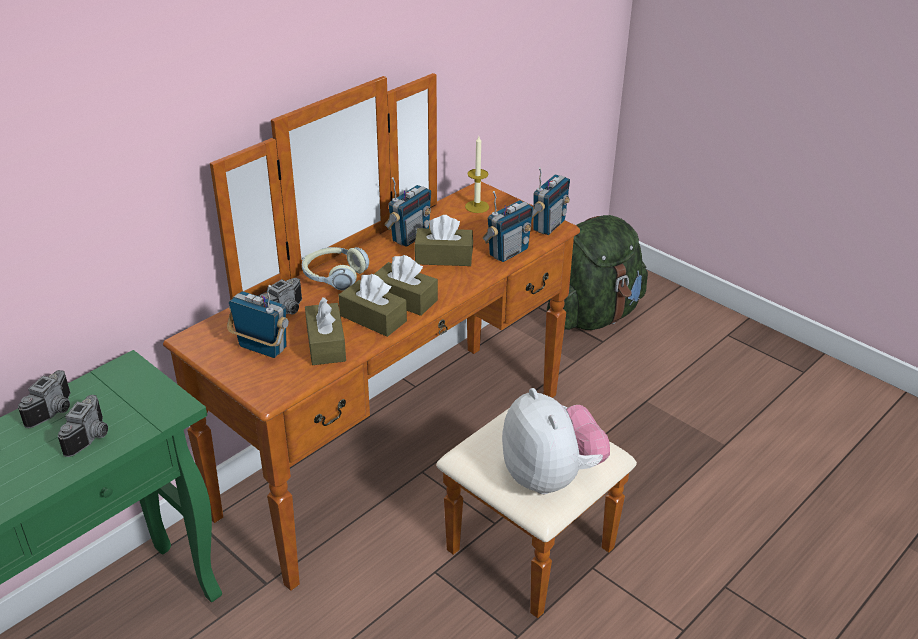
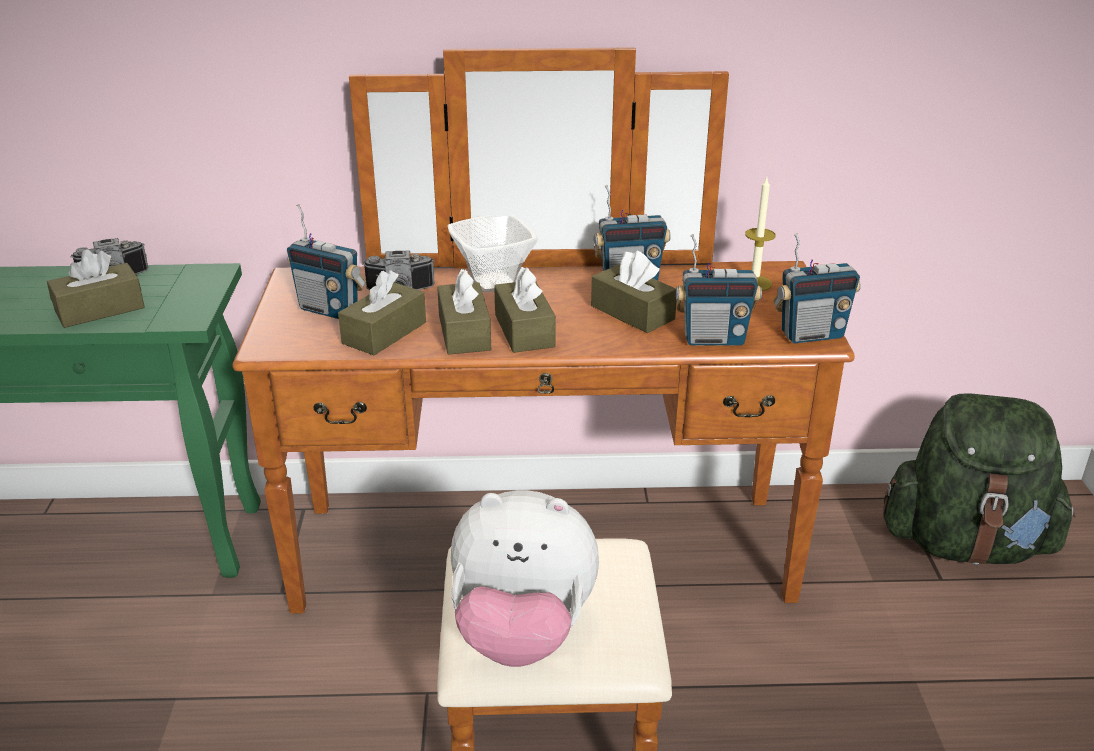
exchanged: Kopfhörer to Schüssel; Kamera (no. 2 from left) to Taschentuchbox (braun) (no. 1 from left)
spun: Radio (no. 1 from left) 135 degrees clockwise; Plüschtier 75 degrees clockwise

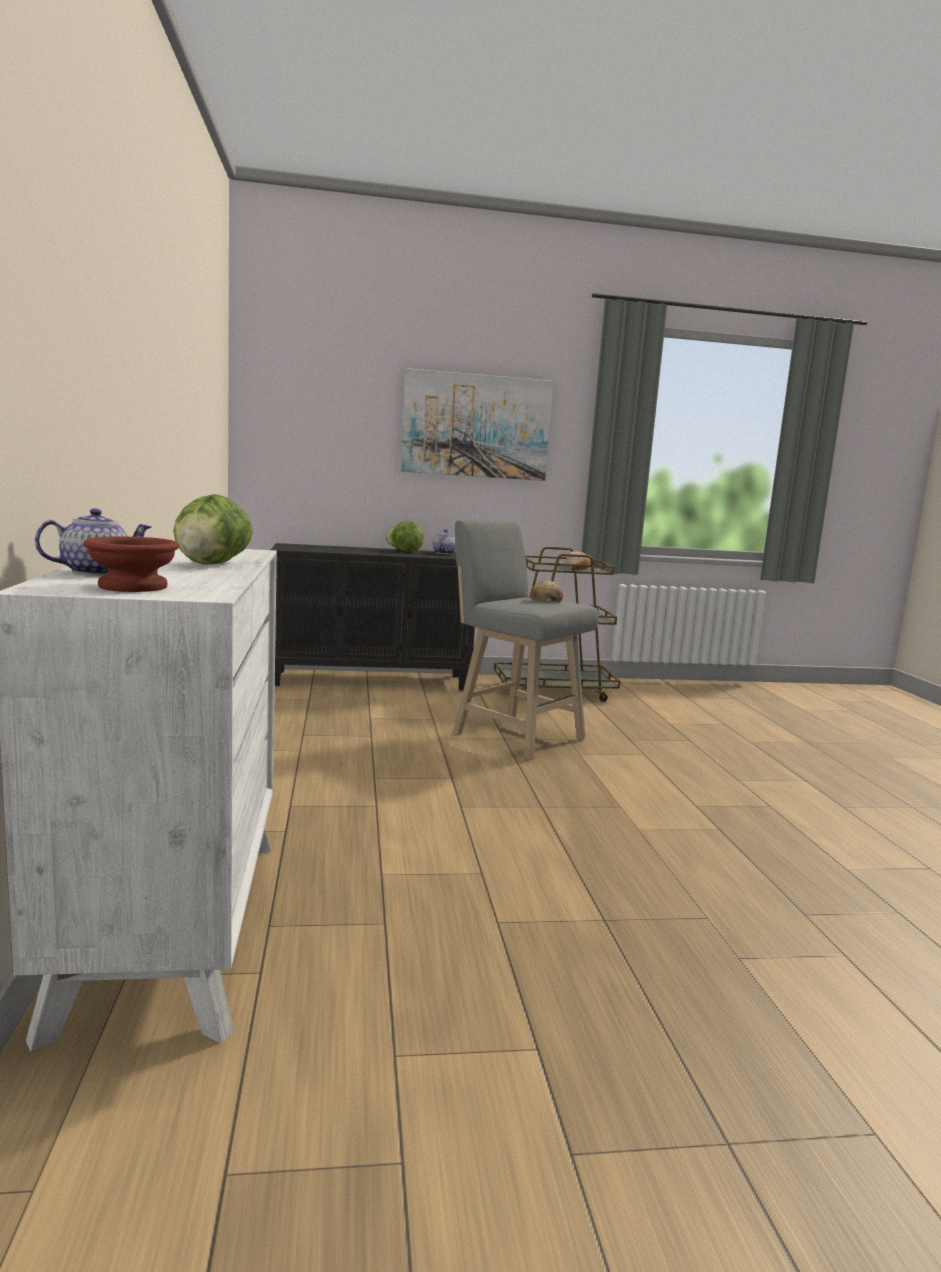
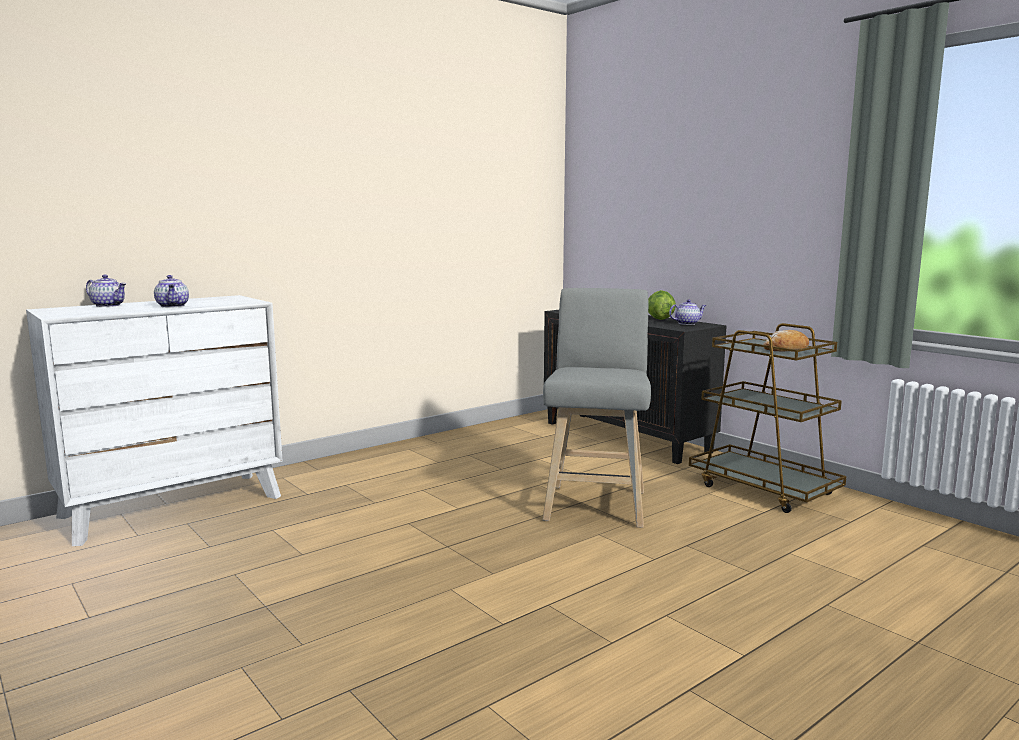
missing: Bild; Schüssel (braun); Brot (no. 1 from left)
exchanged: Salatkopf (no. 1 from left) to Teekanne (no. 2 from left)

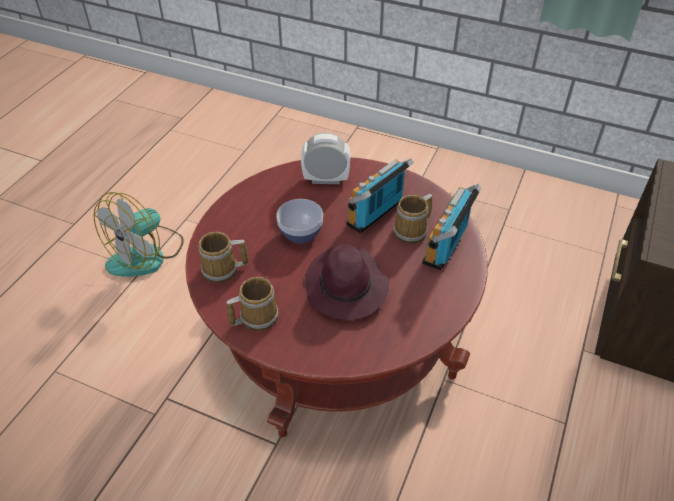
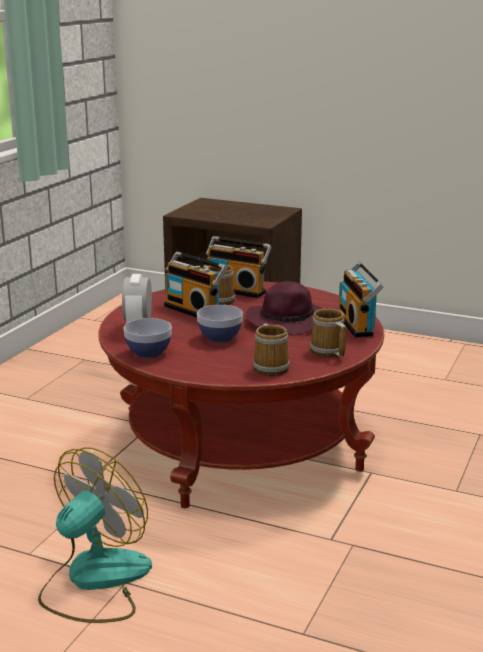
appeared: Radio (no. 3 from left); Schüssel (no. 1 from left)
spun: Ventilator 90 degrees counterclockwise

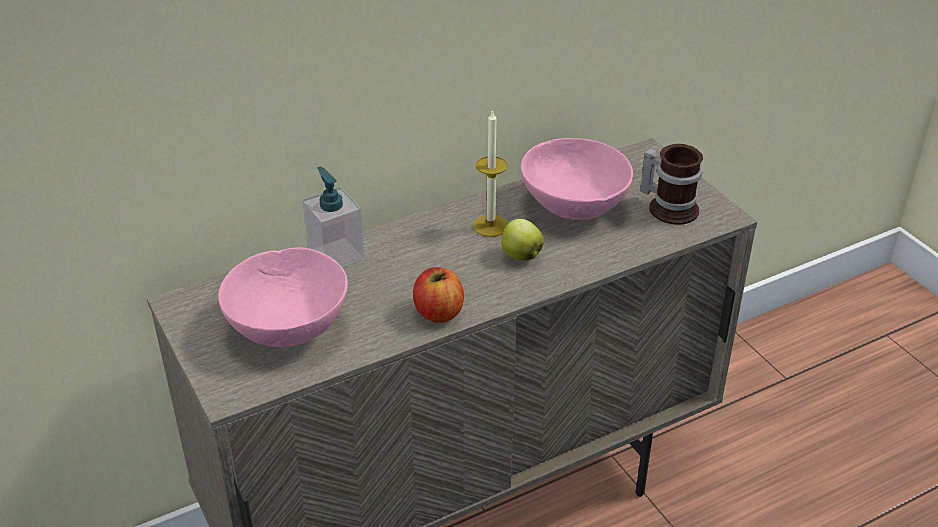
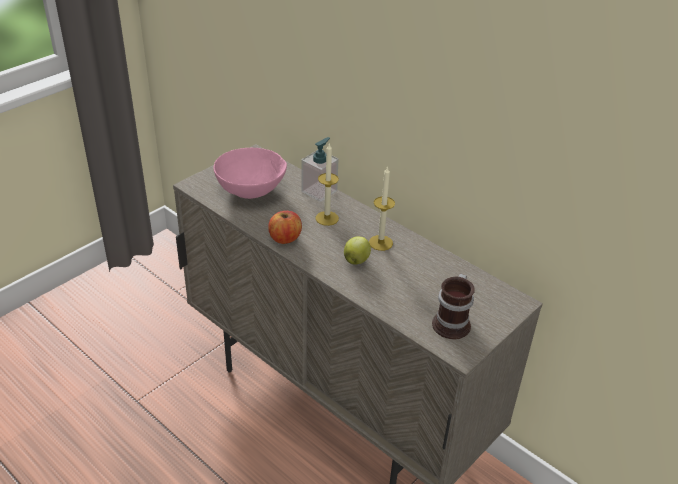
missing: Schüssel (rosa) (no. 2 from left)
appeared: Kerze (no. 1 from left)

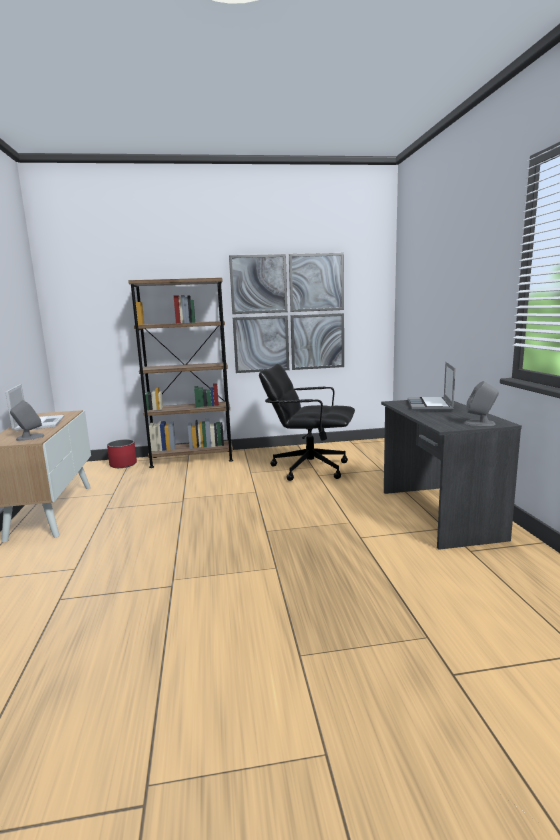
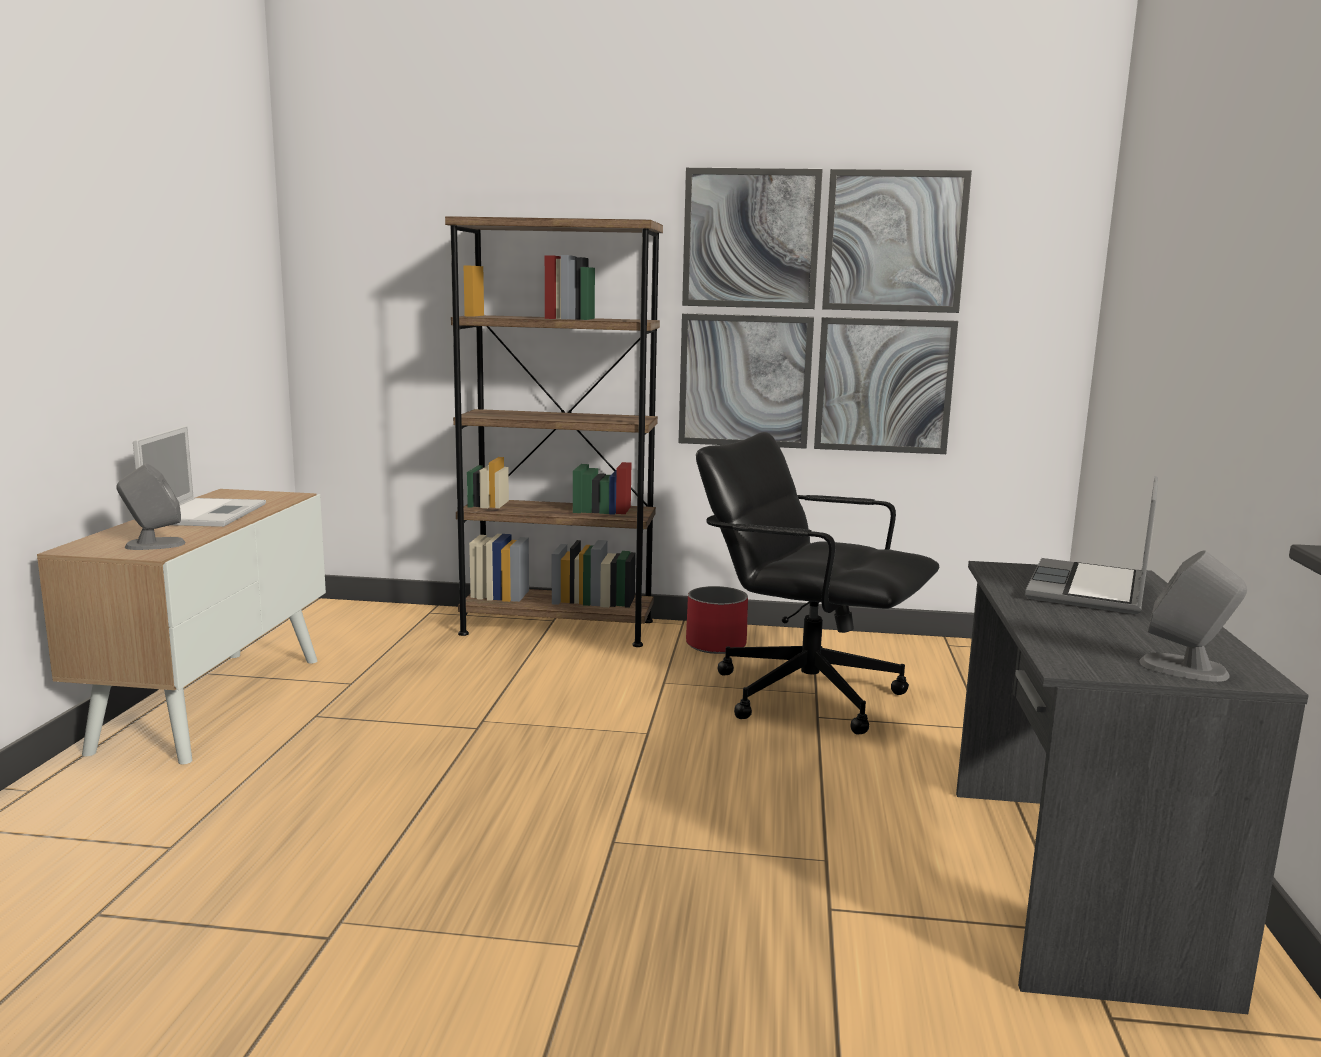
relocated: Pflanzkübel (rot)

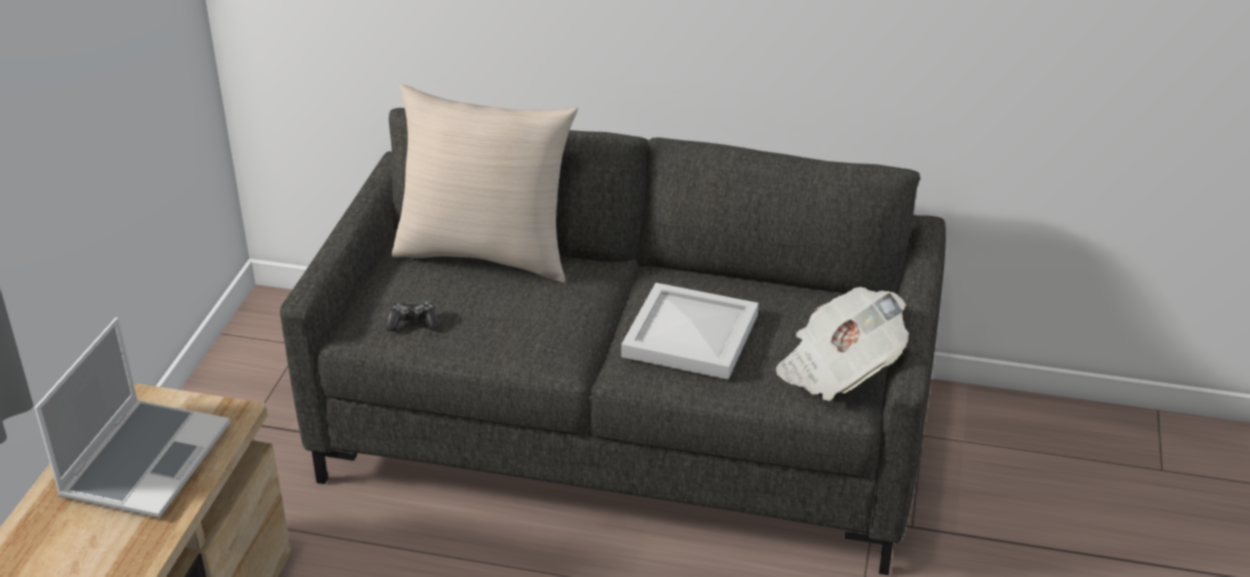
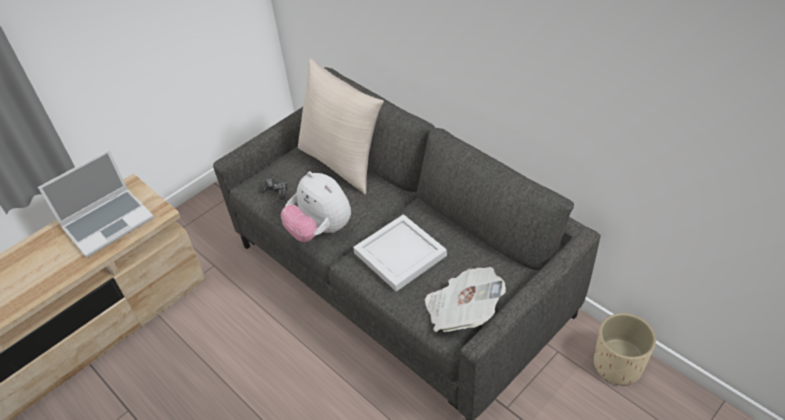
appeared: Plüschtier; Pflanzkübel (beige)

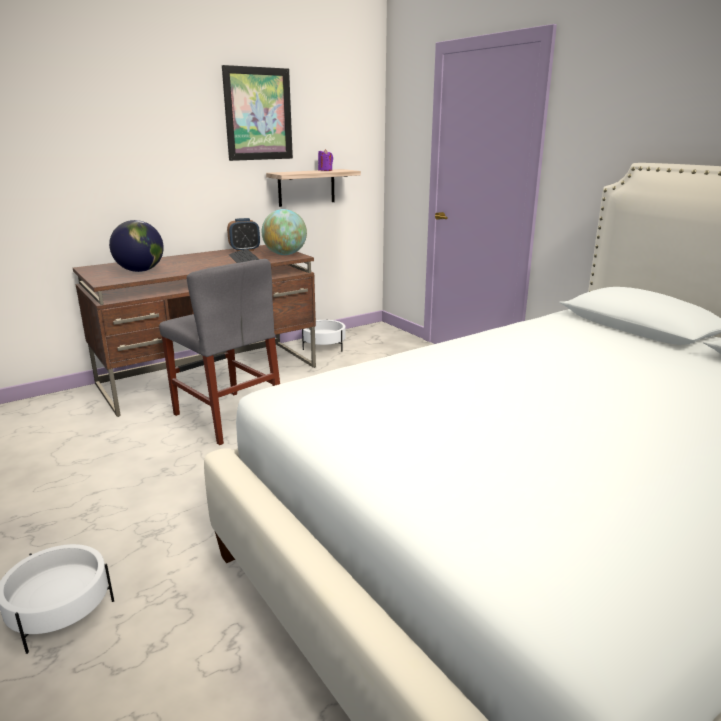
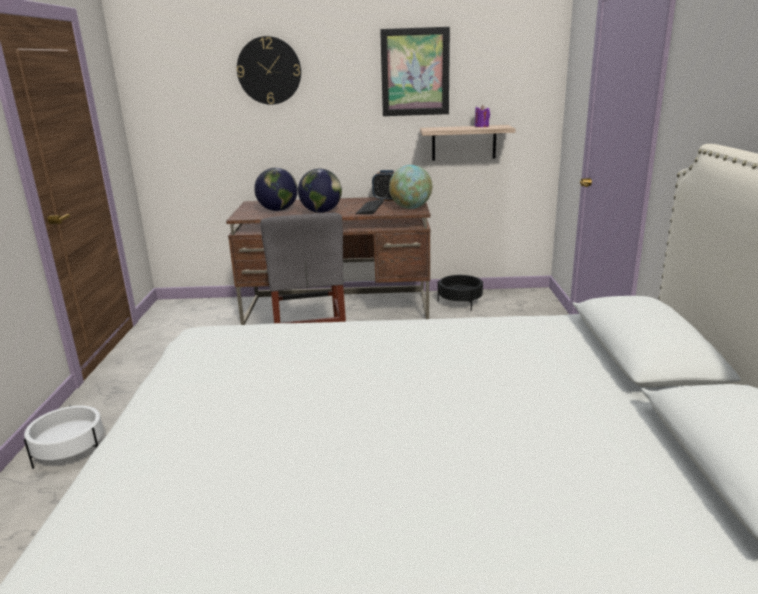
appeared: Wanduhr; Globus (no. 2 from left)
colour: Pflanzkübel (weiß) (no. 2 from left) to Pflanzkübel (schwarz)

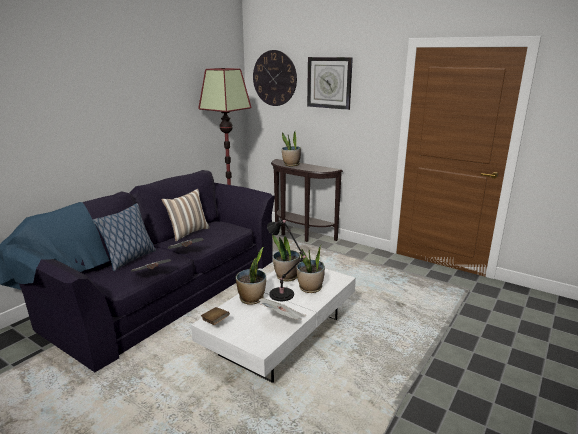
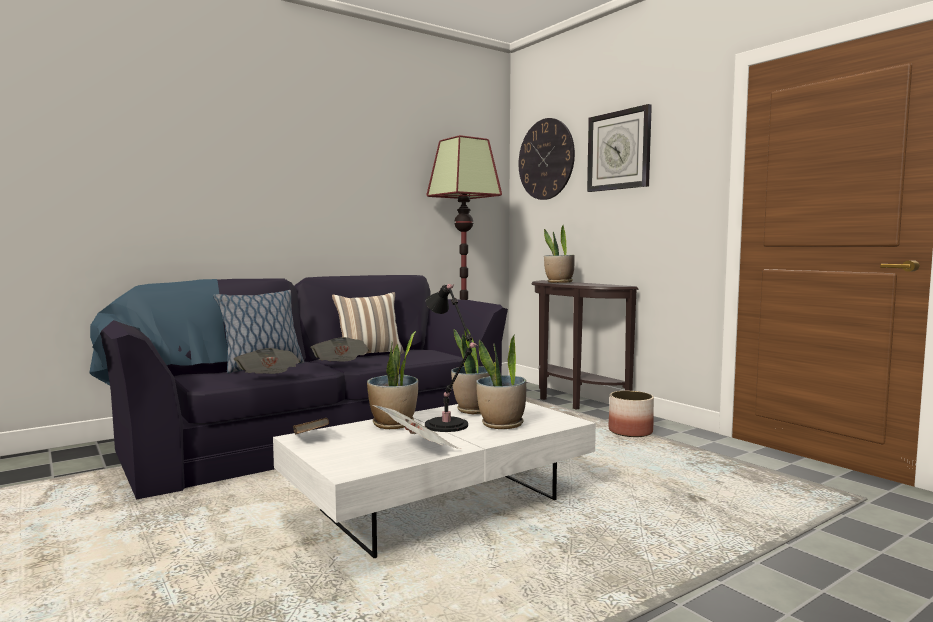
appeared: Pflanzkübel

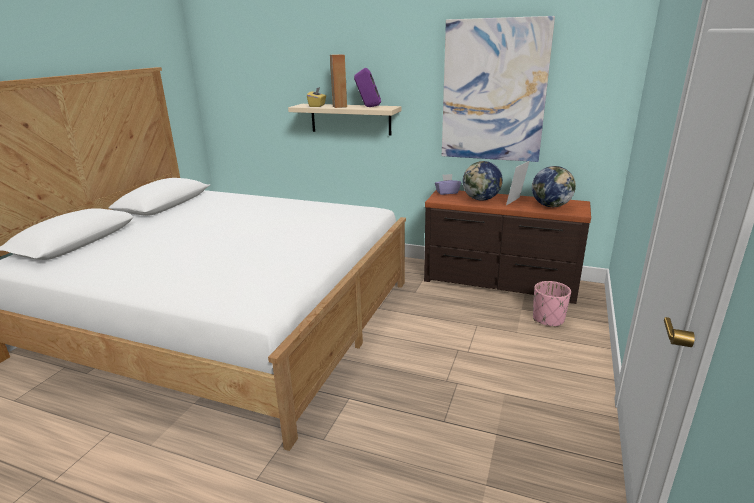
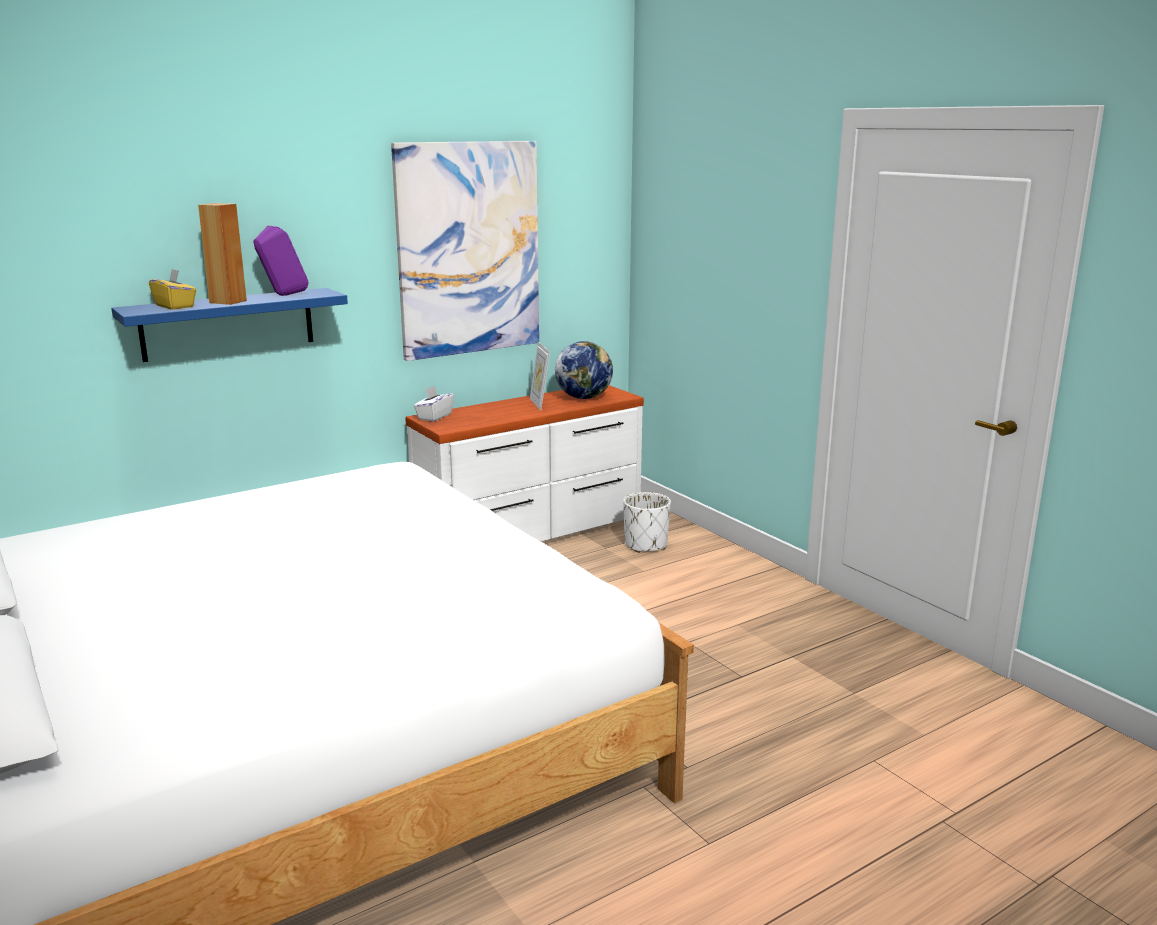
missing: Globus (no. 1 from left)
colour: Wandregal (beige) to Wandregal (blau); Taschentuchbox (lila) to Taschentuchbox (weiß); Kommode (braun) to Kommode (weiß); Pflanzkübel (rosa) to Pflanzkübel (weiß)

